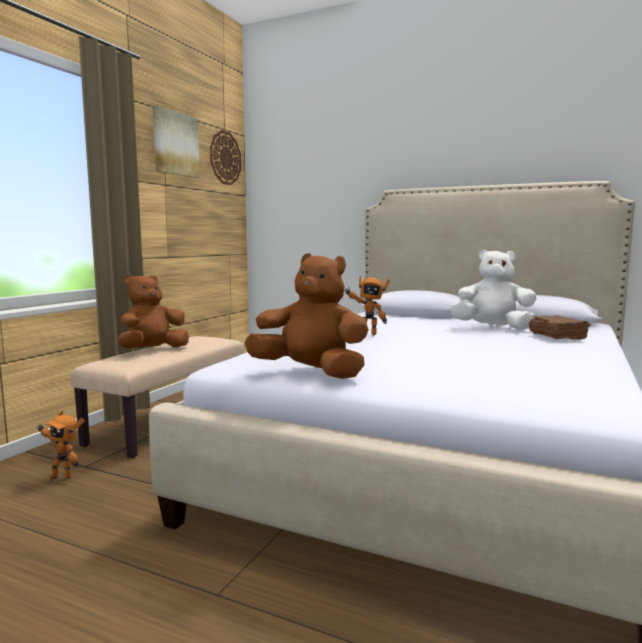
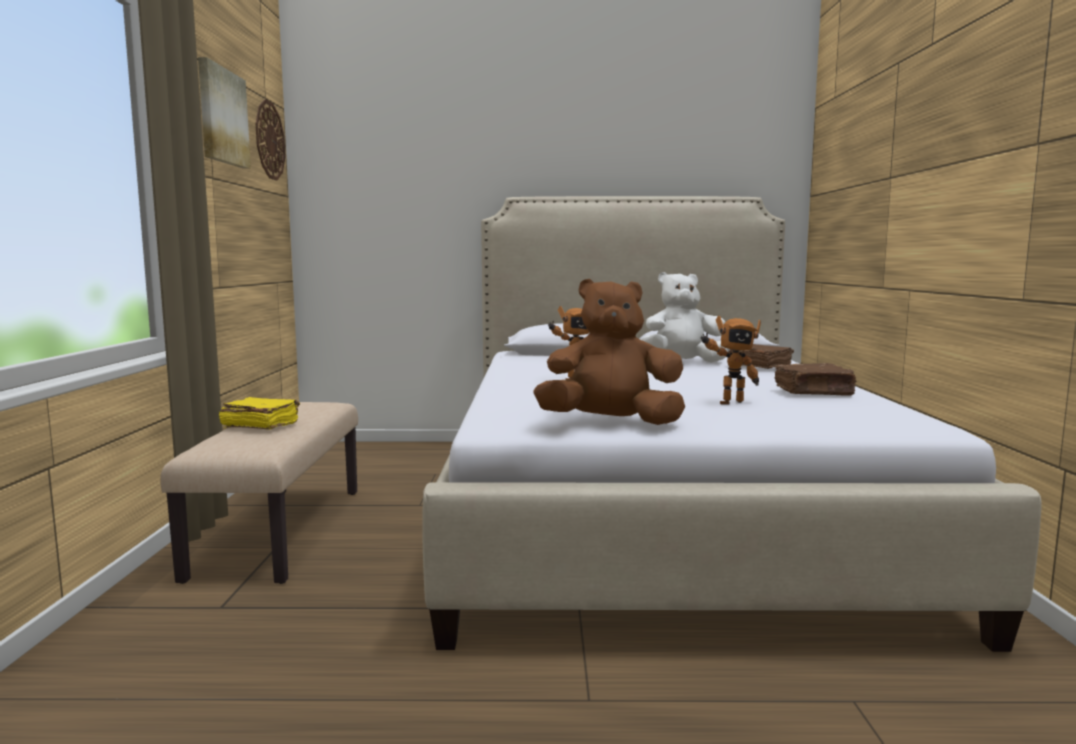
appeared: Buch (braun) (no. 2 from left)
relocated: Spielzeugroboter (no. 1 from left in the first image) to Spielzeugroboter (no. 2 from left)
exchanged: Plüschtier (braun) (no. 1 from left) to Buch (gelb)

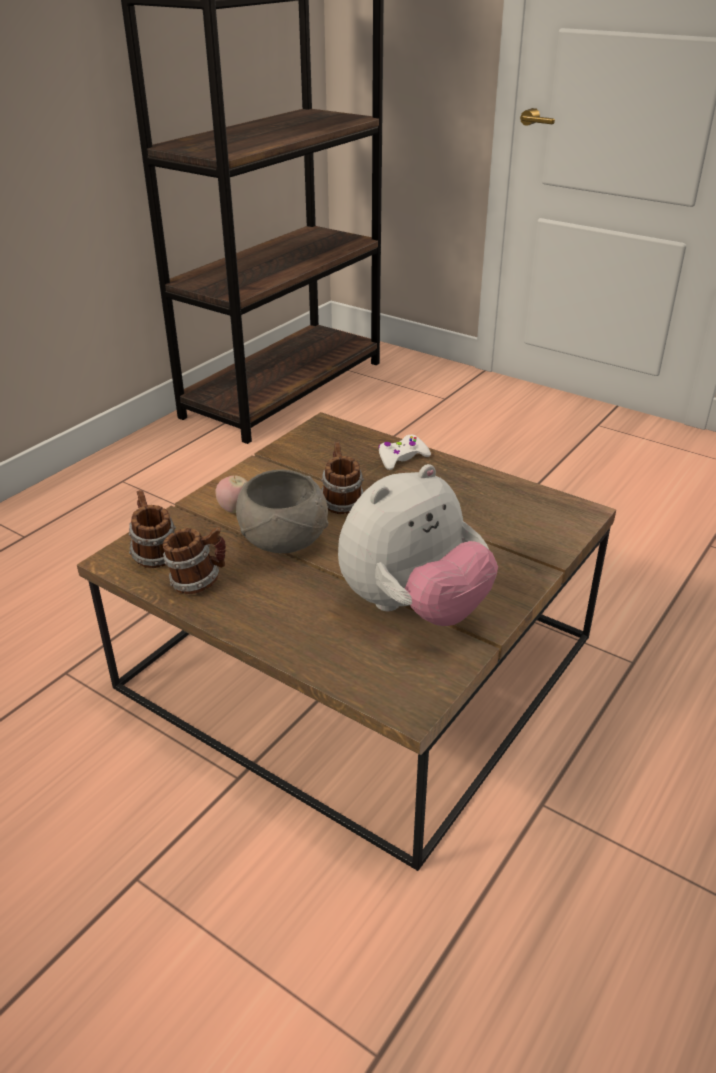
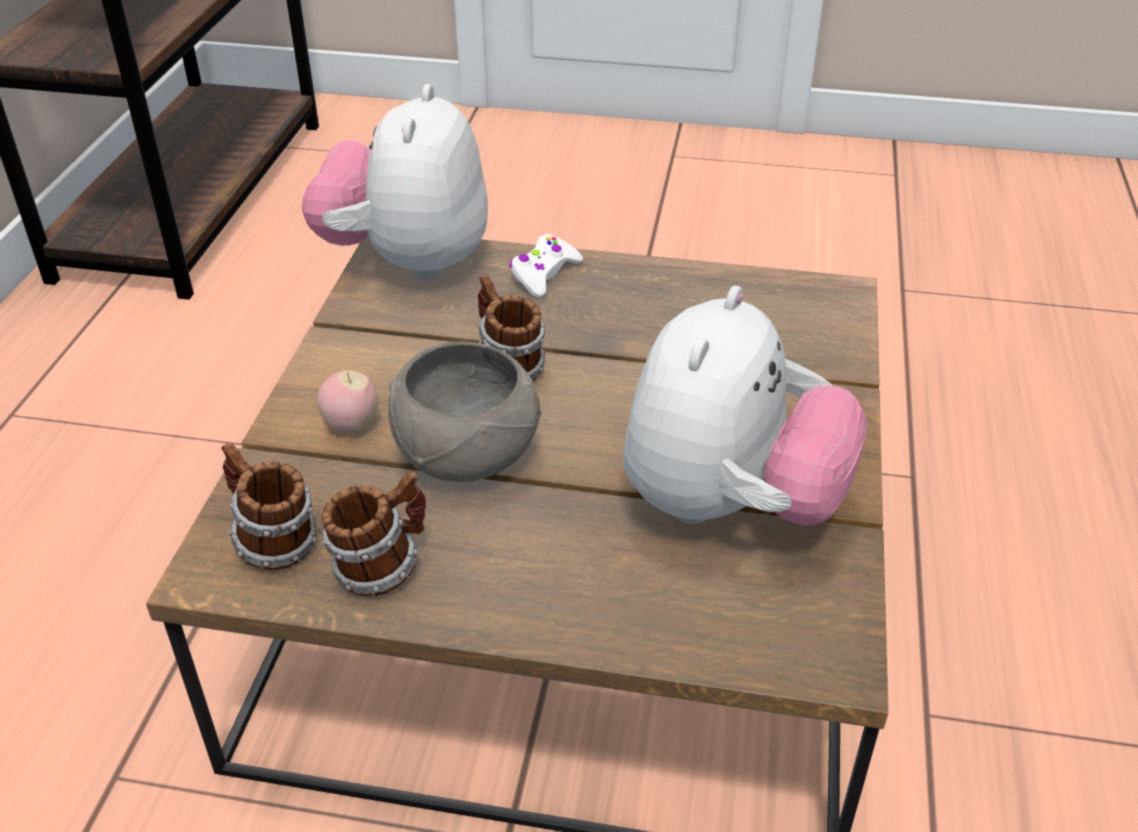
appeared: Plüschtier (no. 1 from left)

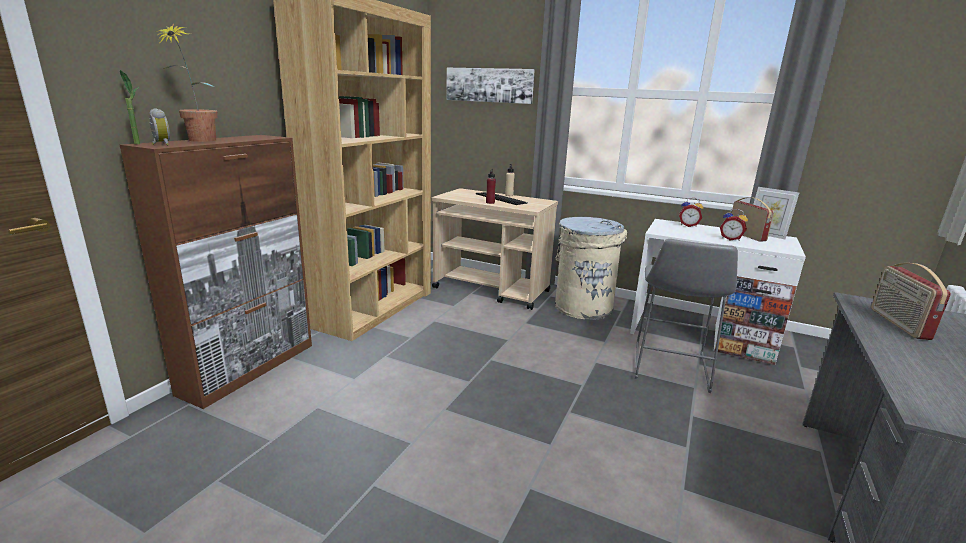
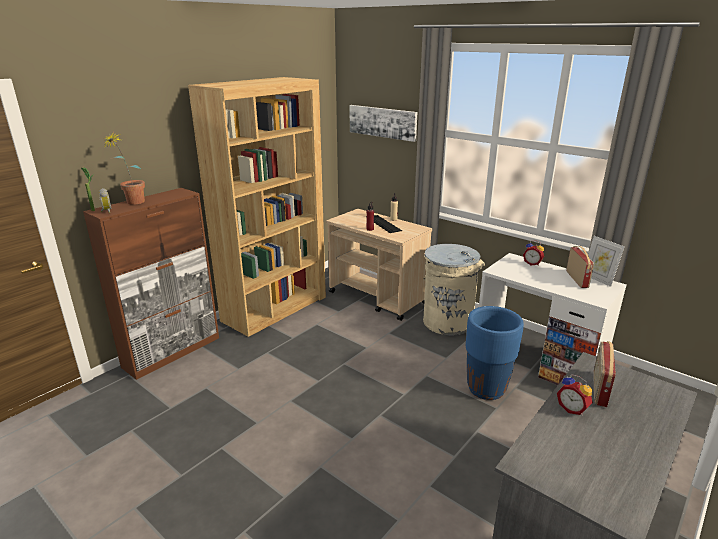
relocated: Wecker (no. 3 from left)
exchanged: Hocker (grau) to Pflanzkübel (blau)

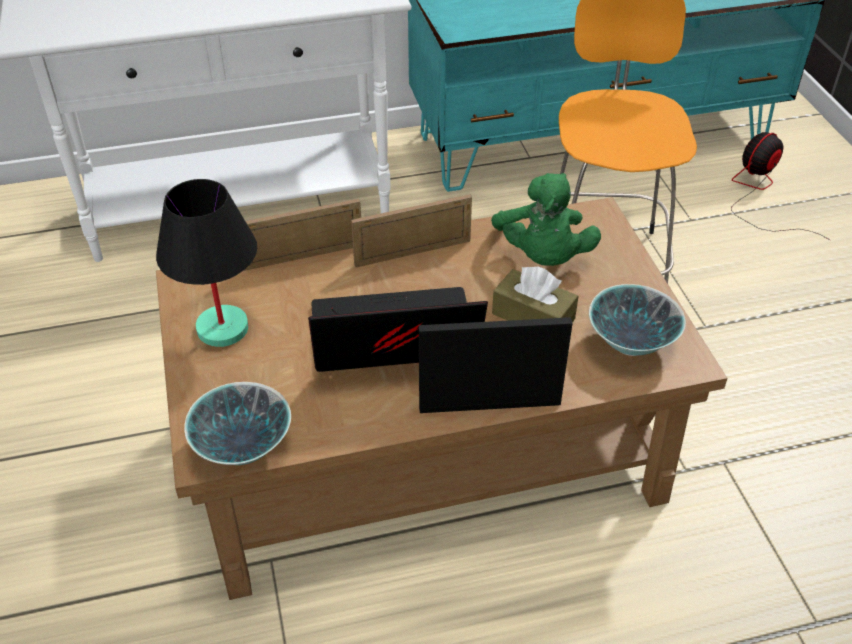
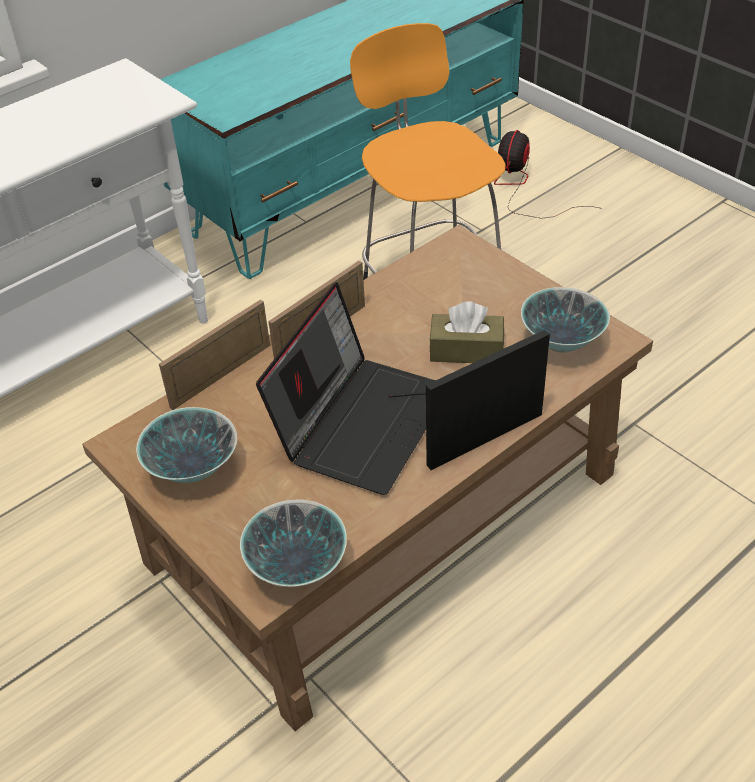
missing: Plüschtier (grün)
exchanged: Tischlampe (schwarz) to Schüssel (no. 1 from left)
spun: Laptop 150 degrees clockwise

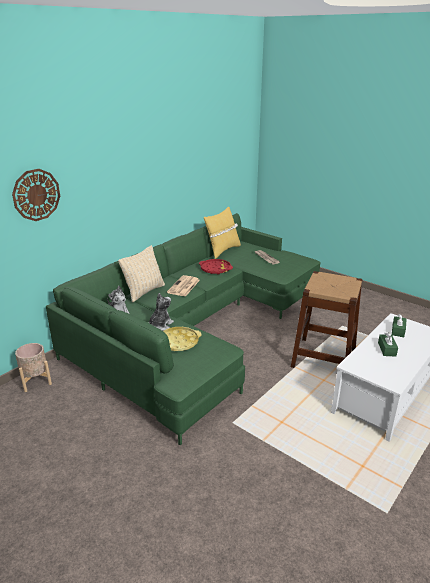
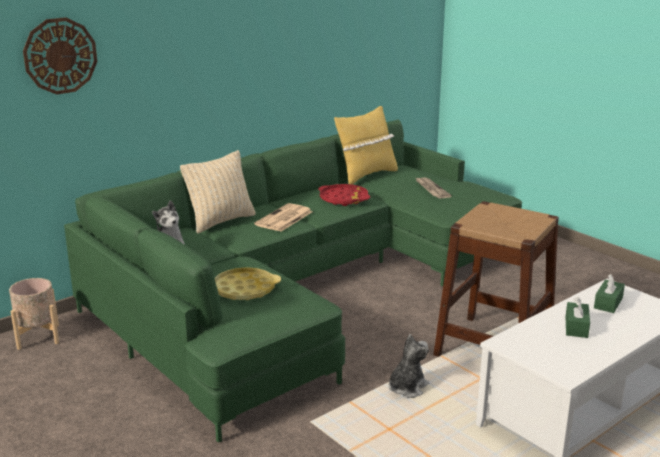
relocated: Plüschtier (no. 2 from left)

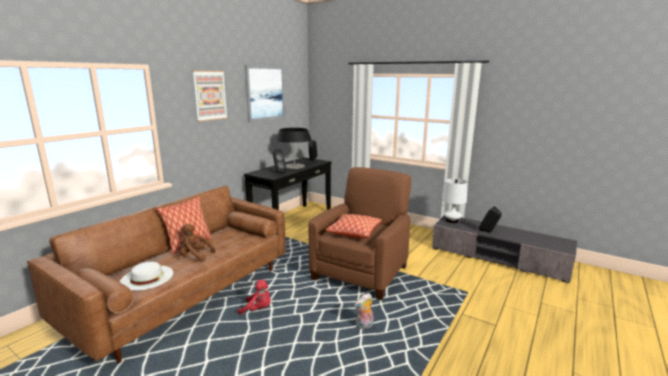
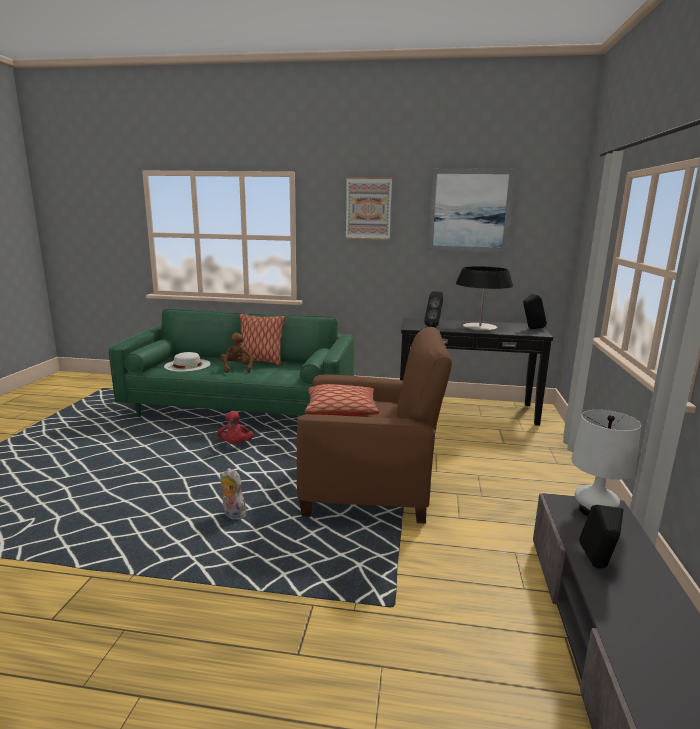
colour: Sofa (braun) to Sofa (grün)

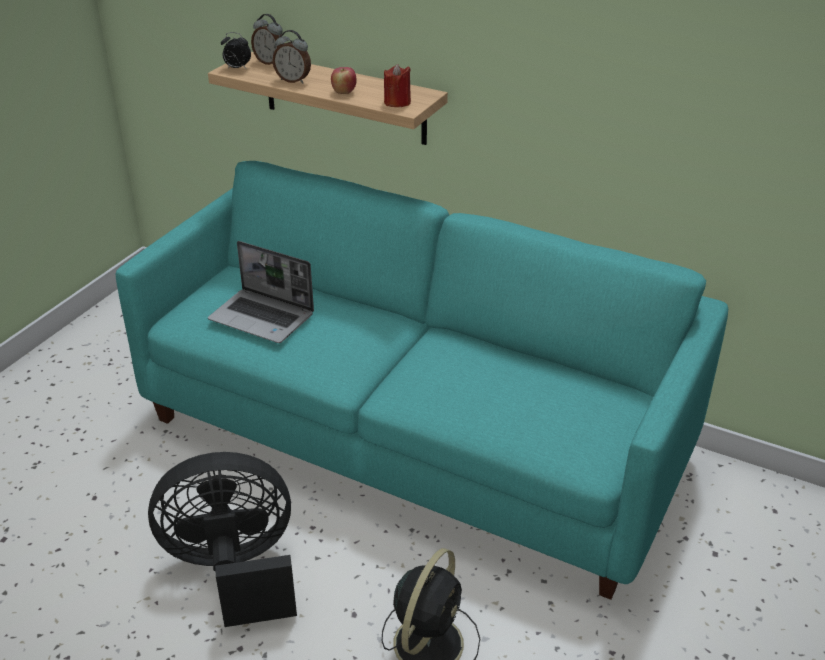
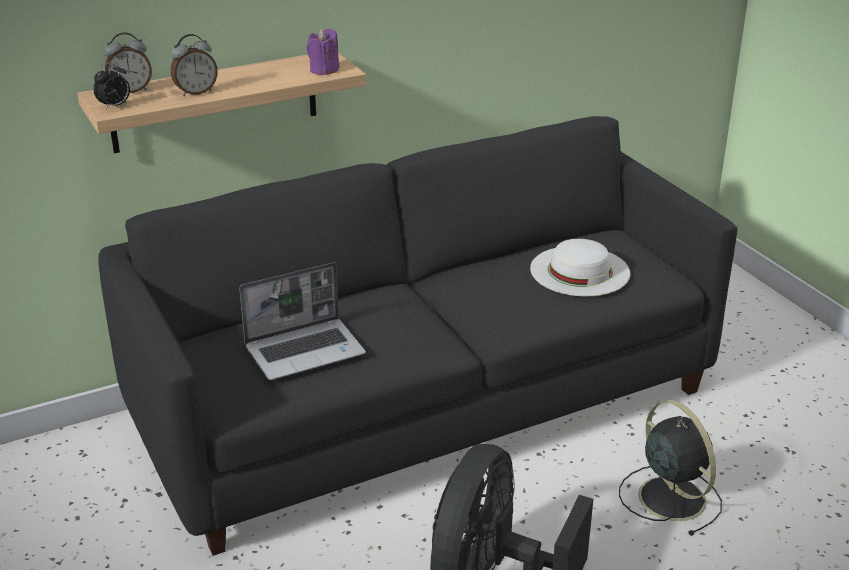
missing: Apfel
appeared: Hut (weiß)
colour: Kerze (rot) to Kerze (lila); Sofa (türkis) to Sofa (schwarz)

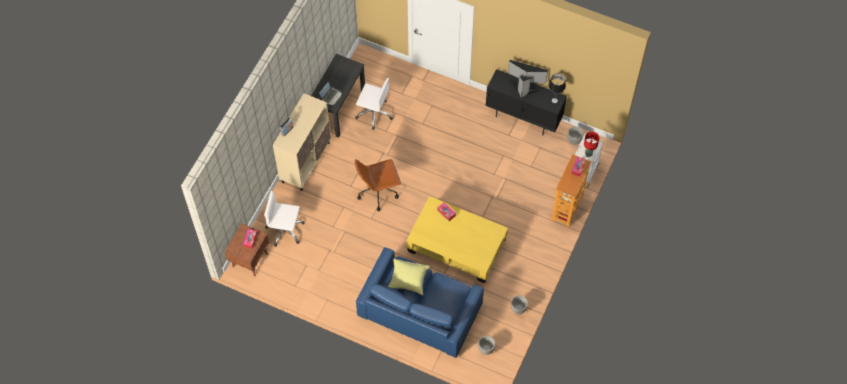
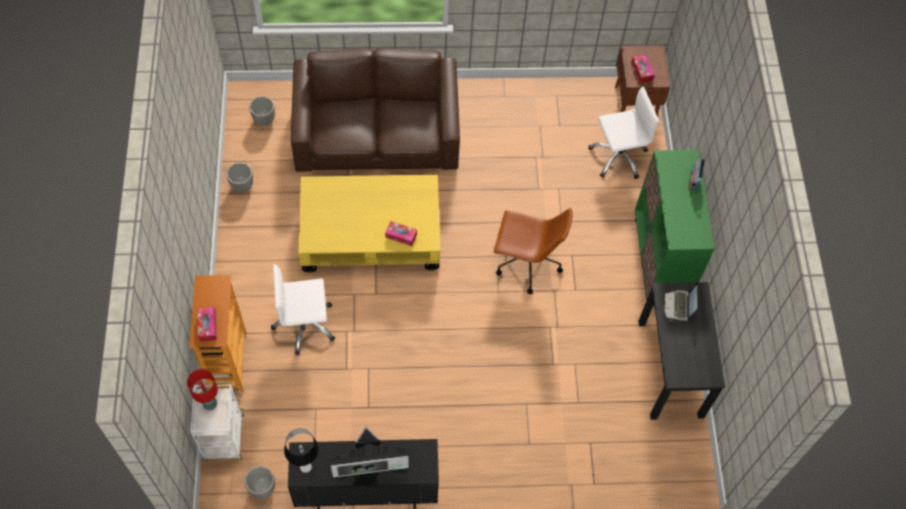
missing: Kissen (gelb)
relocated: Bürostuhl (weiß) (no. 2 from left in the first image) to Bürostuhl (weiß) (no. 1 from left)
colour: Schrank (beige) to Schrank (grün); Sofa (blau) to Sofa (braun)
spun: Bürostuhl (braun) 60 degrees clockwise

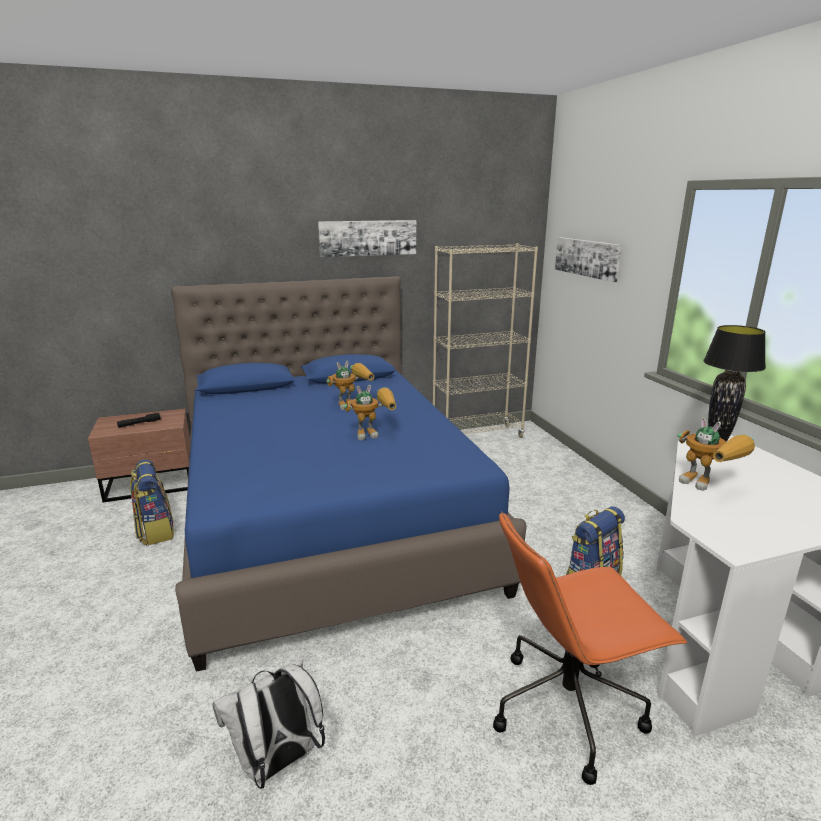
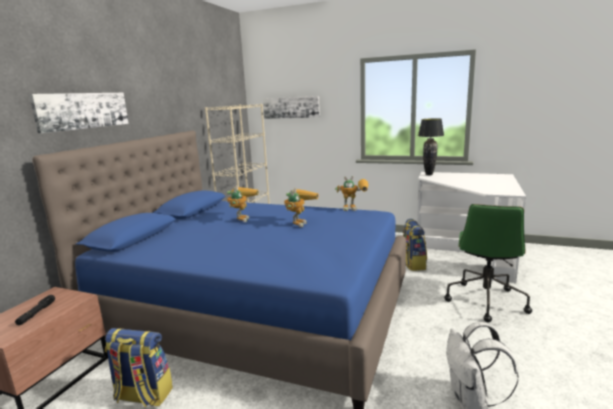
relocated: Bild (no. 1 from left); Spielzeugroboter (no. 3 from left)
colour: Bürostuhl (orange) to Bürostuhl (grün)

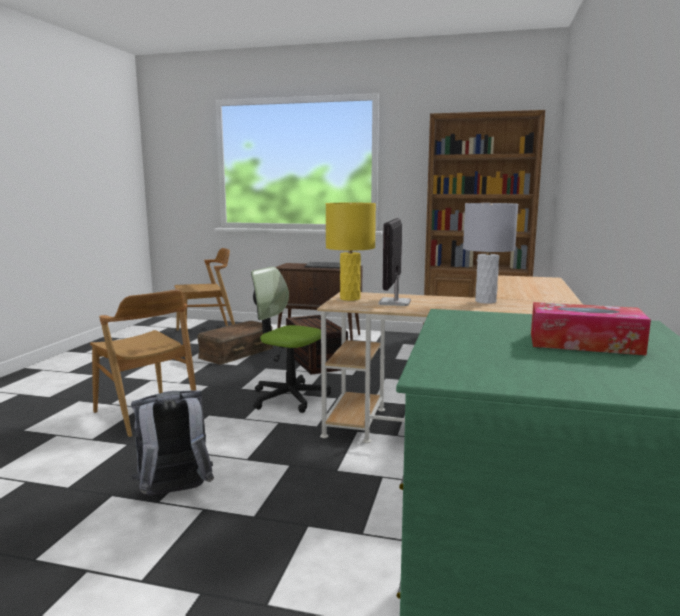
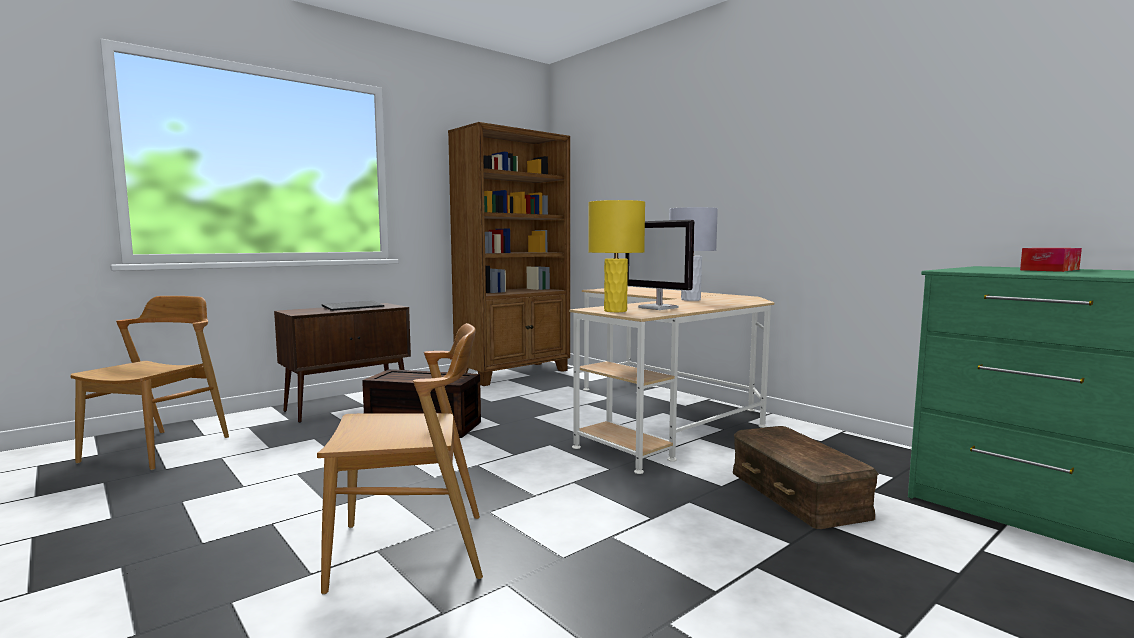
missing: Bürostuhl; Rucksack (grau)
relocated: Aufbewahrungsbox (braun) (no. 1 from left in the first image) to Aufbewahrungsbox (braun) (no. 2 from left)

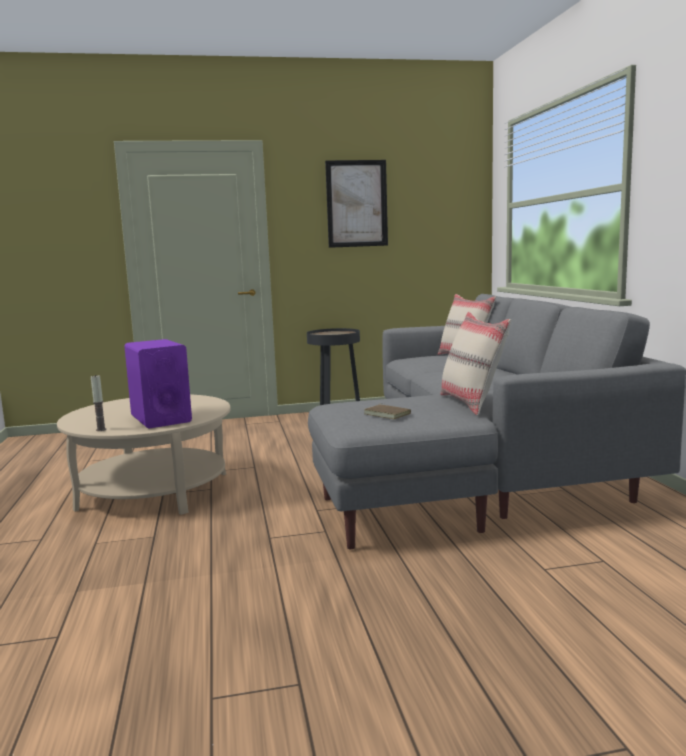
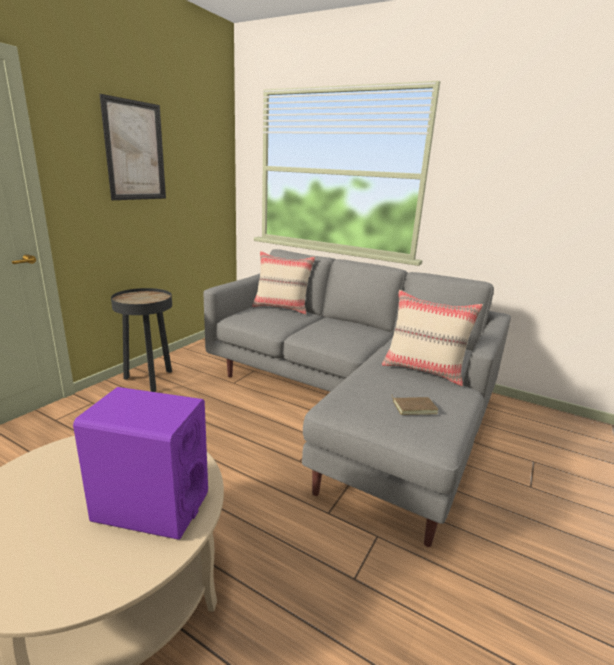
missing: Kerze

